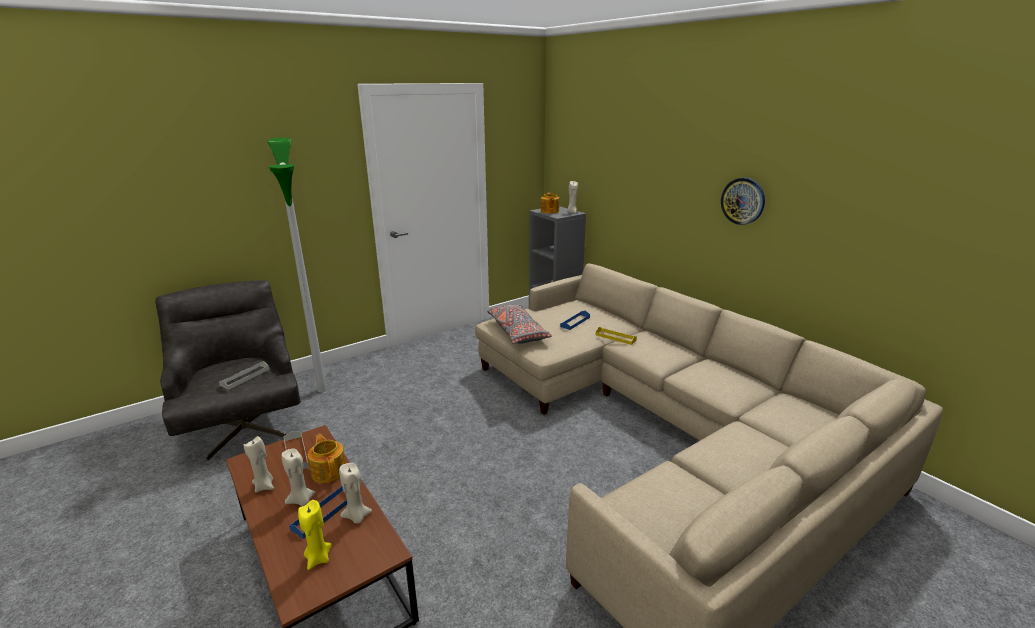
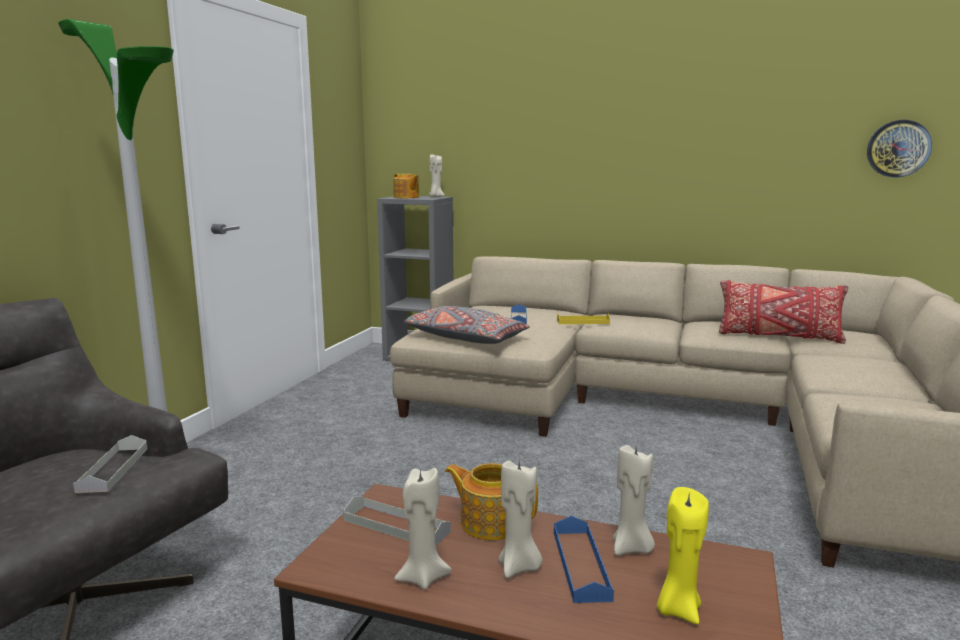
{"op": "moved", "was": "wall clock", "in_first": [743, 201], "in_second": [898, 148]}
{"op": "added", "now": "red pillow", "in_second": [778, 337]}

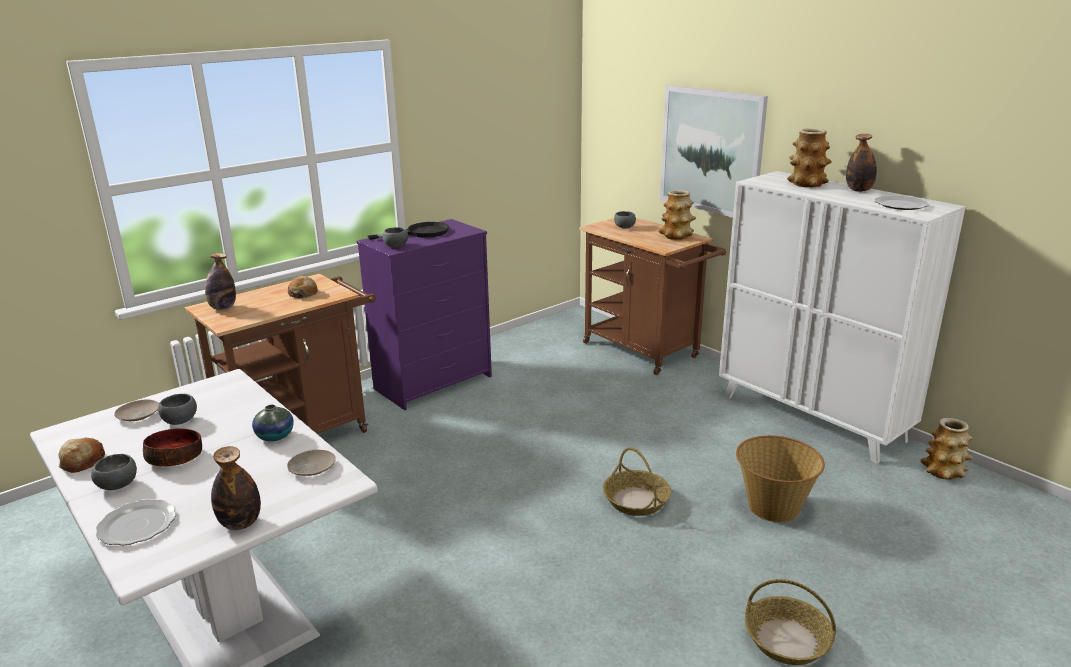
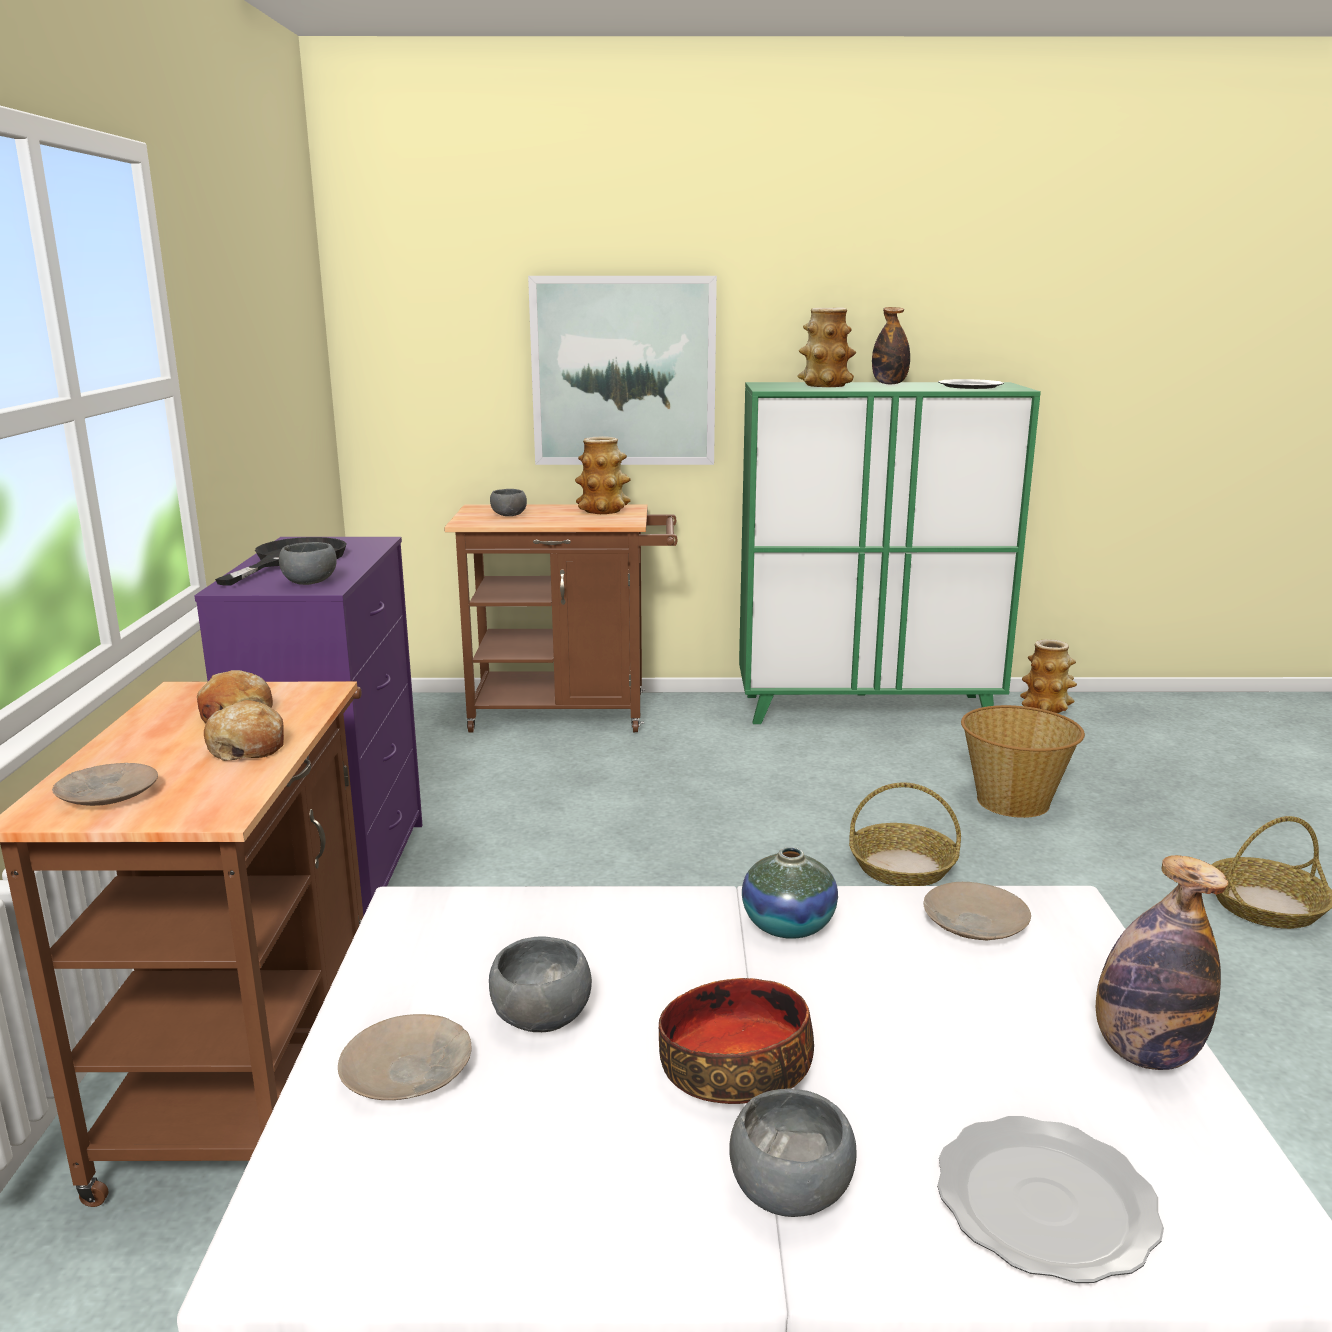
{"op": "recoloured", "was": "white cabinet", "now": "green cabinet", "in_first": [812, 418], "in_second": [868, 709]}
{"op": "replaced", "was": "bottle", "now": "beige plate", "in_first": [223, 308], "in_second": [107, 795]}
{"op": "moved", "was": "bread", "in_first": [82, 461], "in_second": [247, 747]}

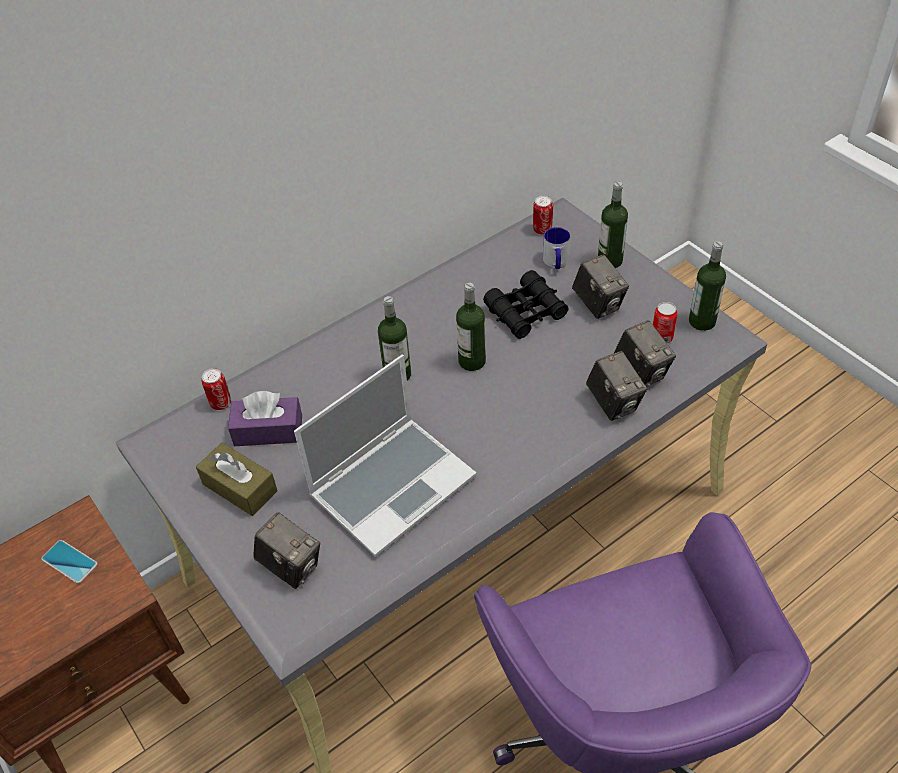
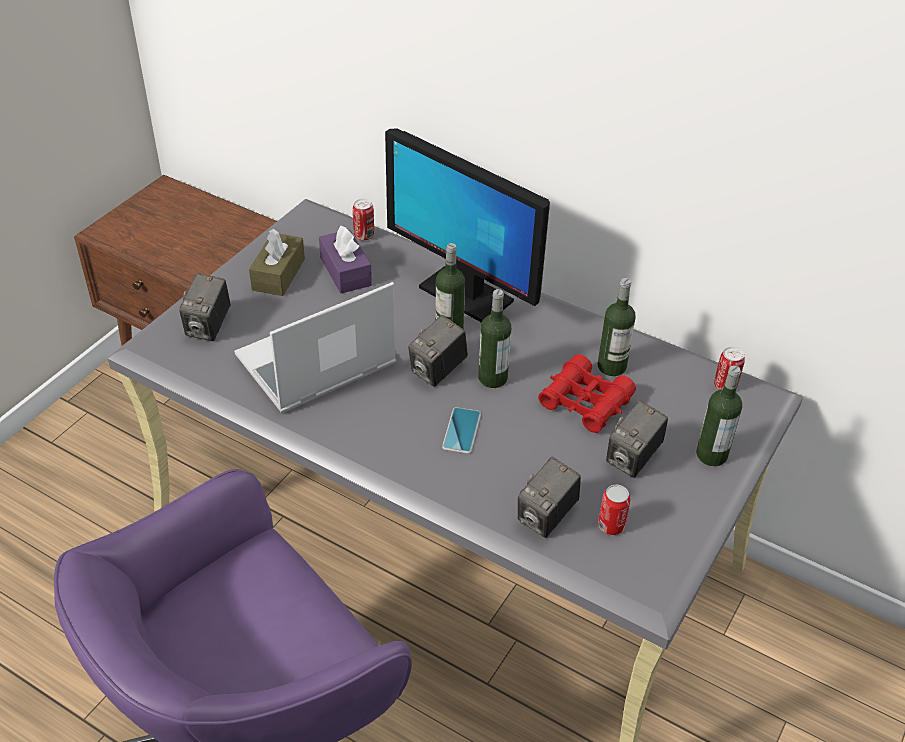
{"op": "removed", "was": "mug", "in_first": [556, 263]}
{"op": "moved", "was": "bottle", "in_first": [702, 321], "in_second": [611, 366]}
{"op": "recoloured", "was": "black binoculars", "now": "red binoculars", "in_first": [526, 312], "in_second": [585, 402]}
{"op": "moved", "was": "photo camera", "in_first": [613, 403], "in_second": [438, 371]}
{"op": "turned", "was": "laptop", "in_first": [393, 485], "in_second": [315, 364], "clockwise": 120}
{"op": "moved", "was": "phone", "in_first": [69, 562], "in_second": [461, 431]}
{"op": "added", "now": "monitor", "in_second": [465, 294]}

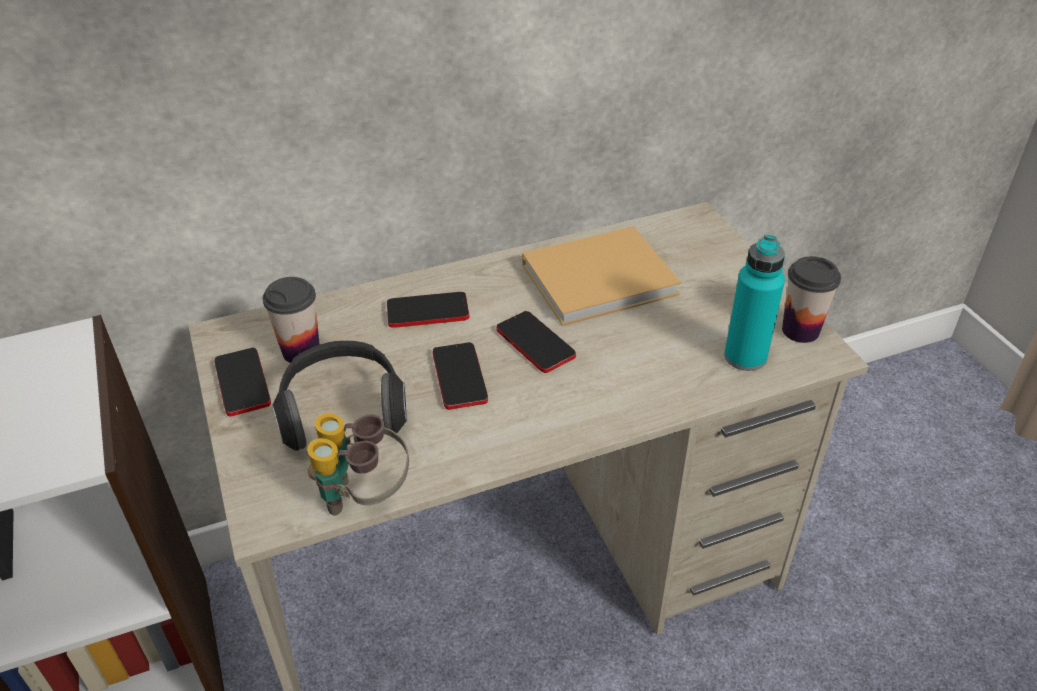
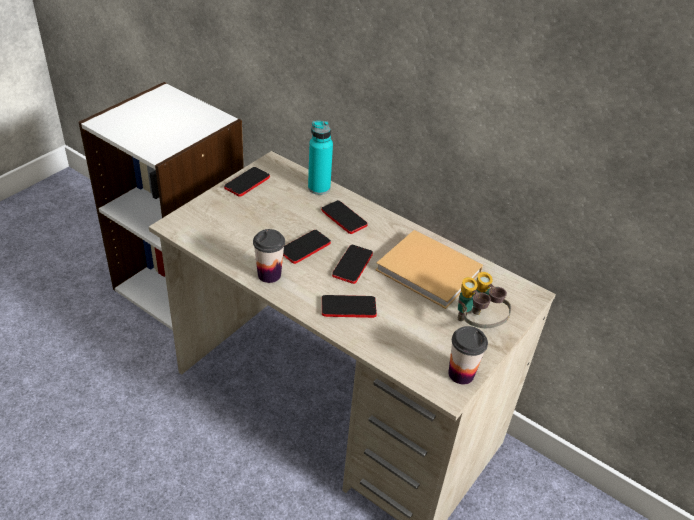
{"op": "moved", "was": "turquoise bottle", "in_first": [745, 357], "in_second": [319, 188]}
{"op": "moved", "was": "cup", "in_first": [301, 351], "in_second": [269, 275]}
{"op": "removed", "was": "headphones", "in_first": [342, 410]}
{"op": "moved", "was": "binoculars", "in_first": [363, 497], "in_second": [476, 325]}
{"op": "added", "now": "phone", "in_second": [348, 307]}

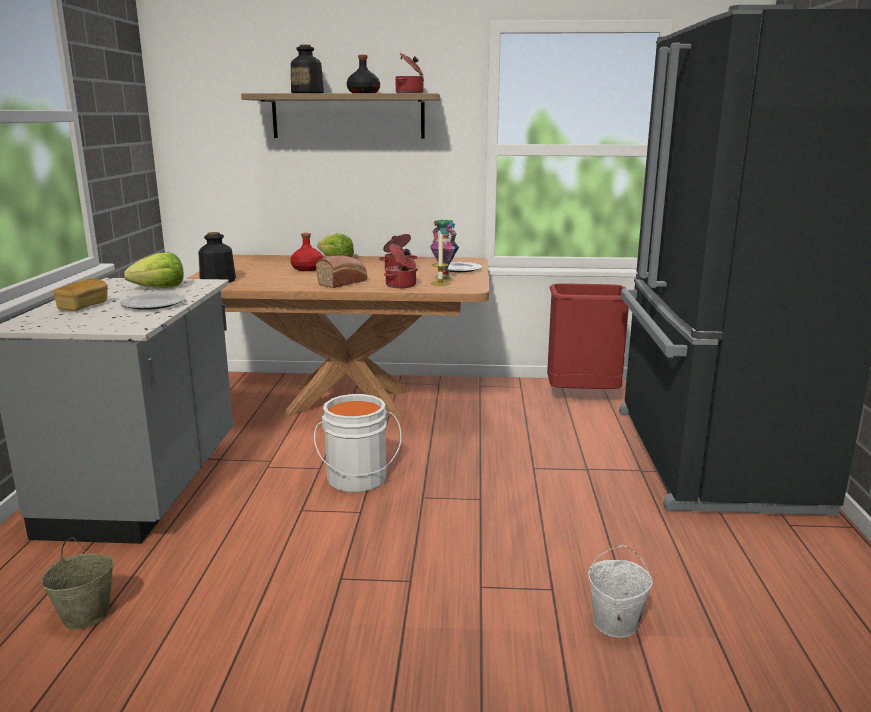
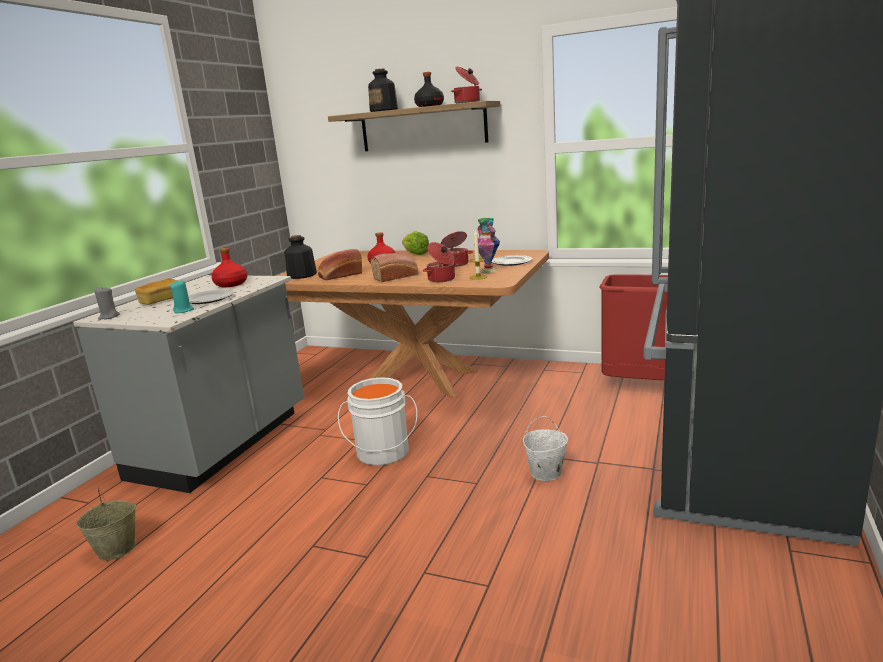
{"op": "replaced", "was": "lettuce", "now": "red bottle", "in_first": [160, 288], "in_second": [231, 284]}
{"op": "moved", "was": "white bucket", "in_first": [615, 623], "in_second": [545, 473]}
{"op": "added", "now": "bread", "in_second": [340, 275]}
{"op": "added", "now": "turquoise candle", "in_second": [184, 311]}
{"op": "added", "now": "grey candle", "in_second": [109, 317]}

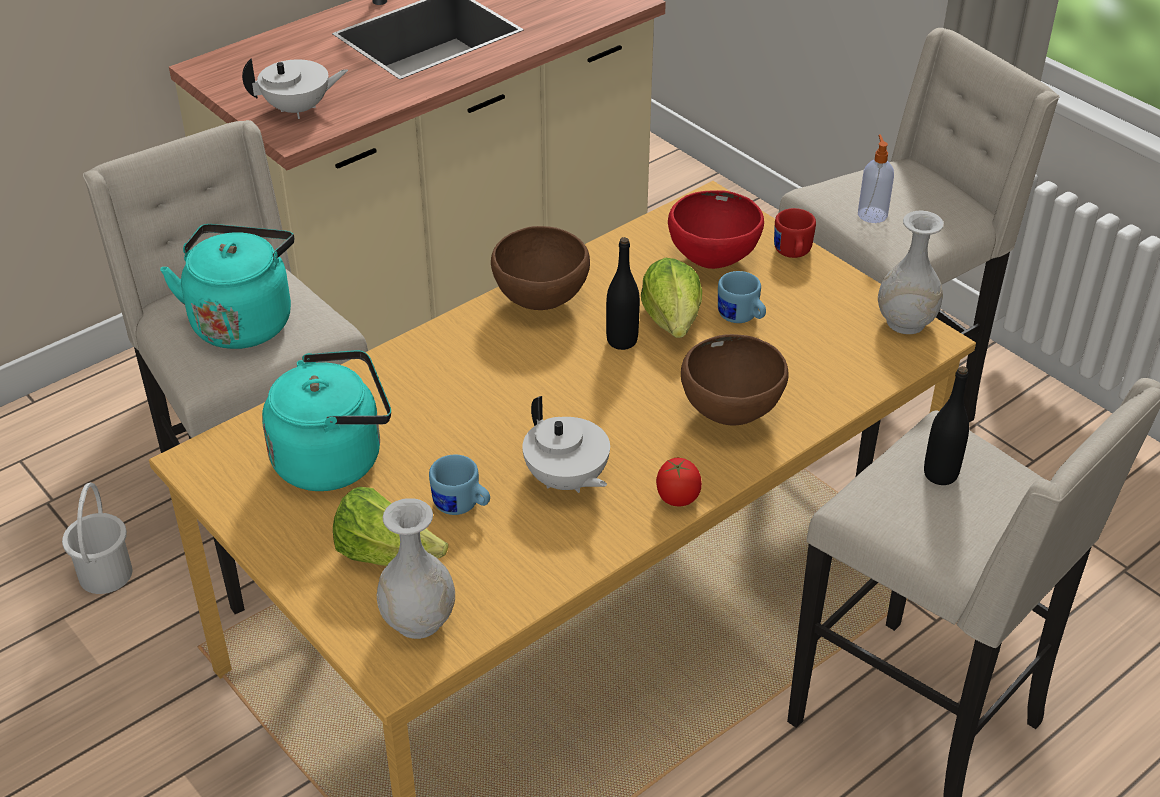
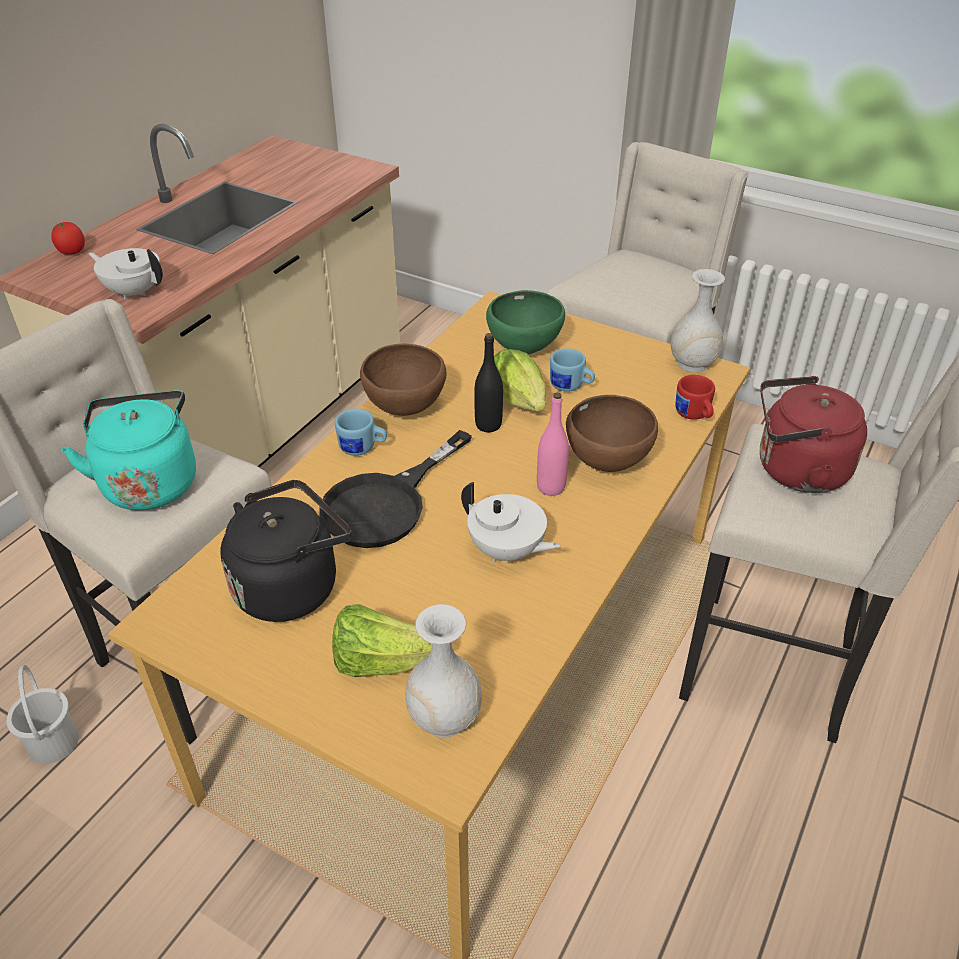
{"op": "turned", "was": "white teapot", "in_first": [298, 109], "in_second": [134, 292], "clockwise": -120}
{"op": "removed", "was": "soap dispenser", "in_first": [872, 214]}
{"op": "recoloured", "was": "red bowl", "now": "green bowl", "in_first": [713, 261], "in_second": [524, 349]}
{"op": "moved", "was": "red mug", "in_first": [792, 254], "in_second": [694, 415]}
{"op": "recoloured", "was": "turquoise kettle", "now": "black kettle", "in_first": [334, 458], "in_second": [291, 585]}
{"op": "replaced", "was": "black bottle", "now": "red kettle", "in_first": [940, 474], "in_second": [795, 470]}
{"op": "moved", "was": "blue mug", "in_first": [462, 506], "in_second": [363, 448]}
{"op": "moved", "was": "tomato", "in_first": [677, 498], "in_second": [72, 252]}
{"op": "added", "now": "pink bottle", "in_second": [551, 487]}
{"op": "added", "now": "black frying pan", "in_second": [386, 503]}

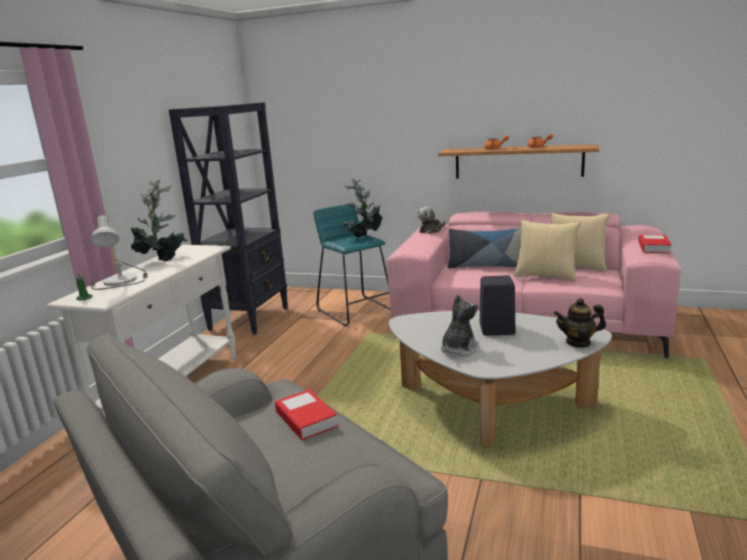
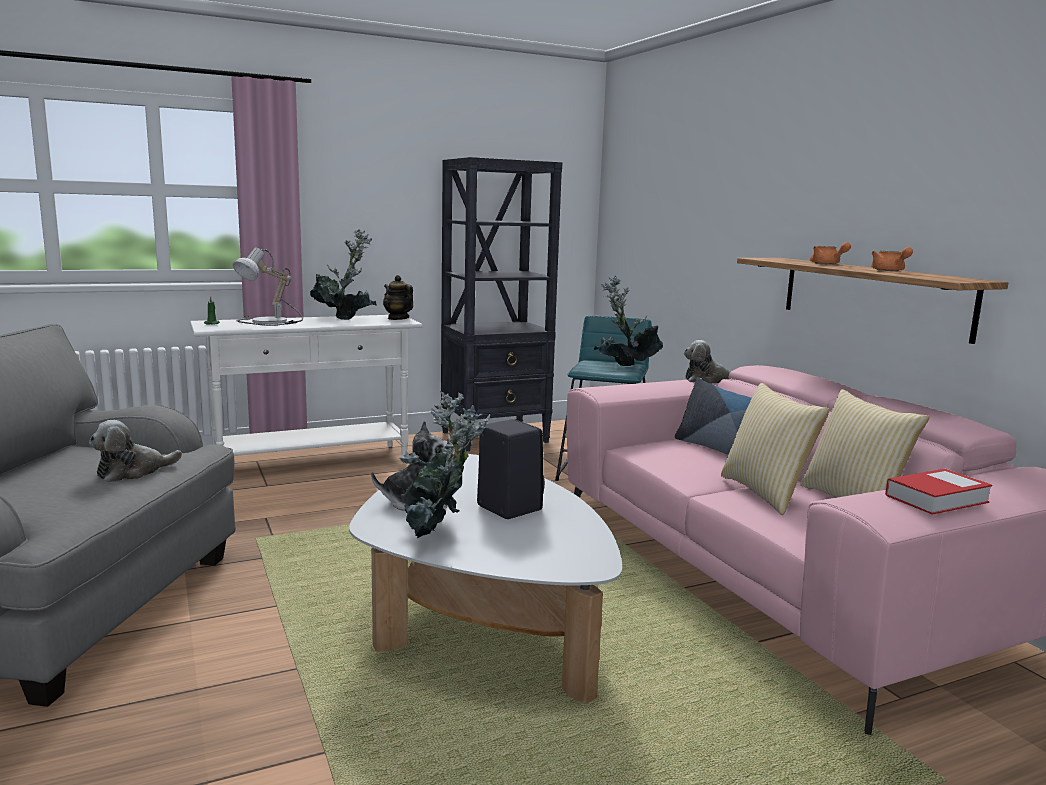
{"op": "moved", "was": "teapot", "in_first": [578, 342], "in_second": [398, 318]}
{"op": "replaced", "was": "book", "now": "plush toy", "in_first": [306, 419], "in_second": [133, 472]}
{"op": "added", "now": "potted plant", "in_second": [437, 536]}

